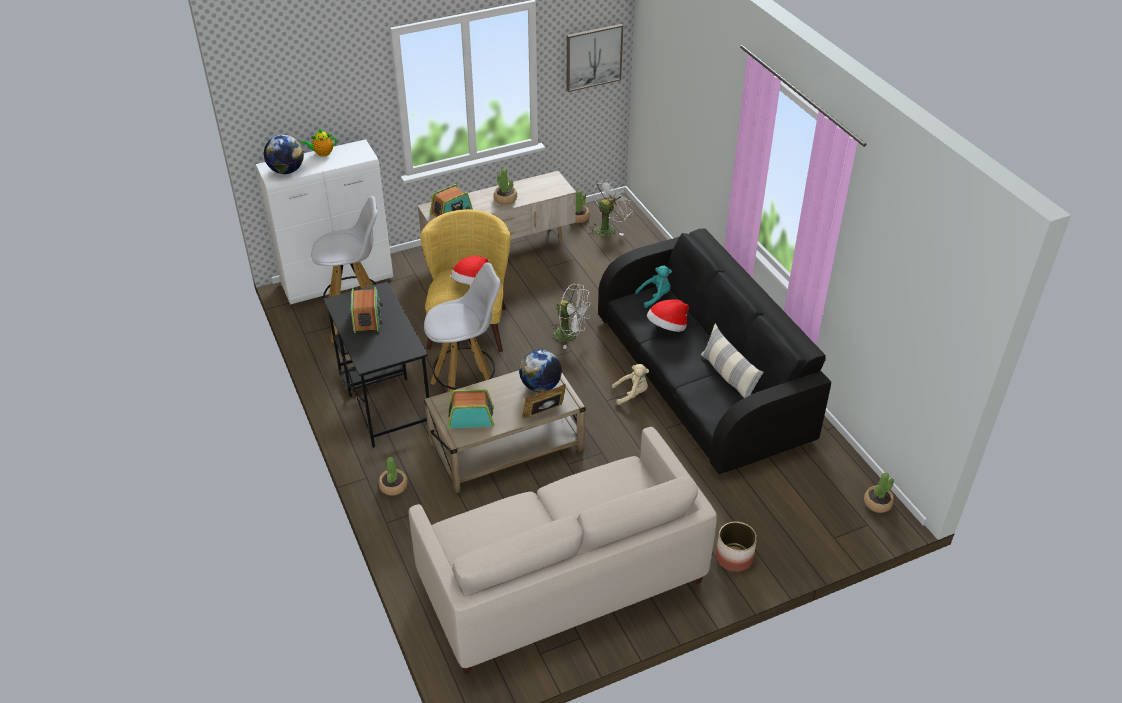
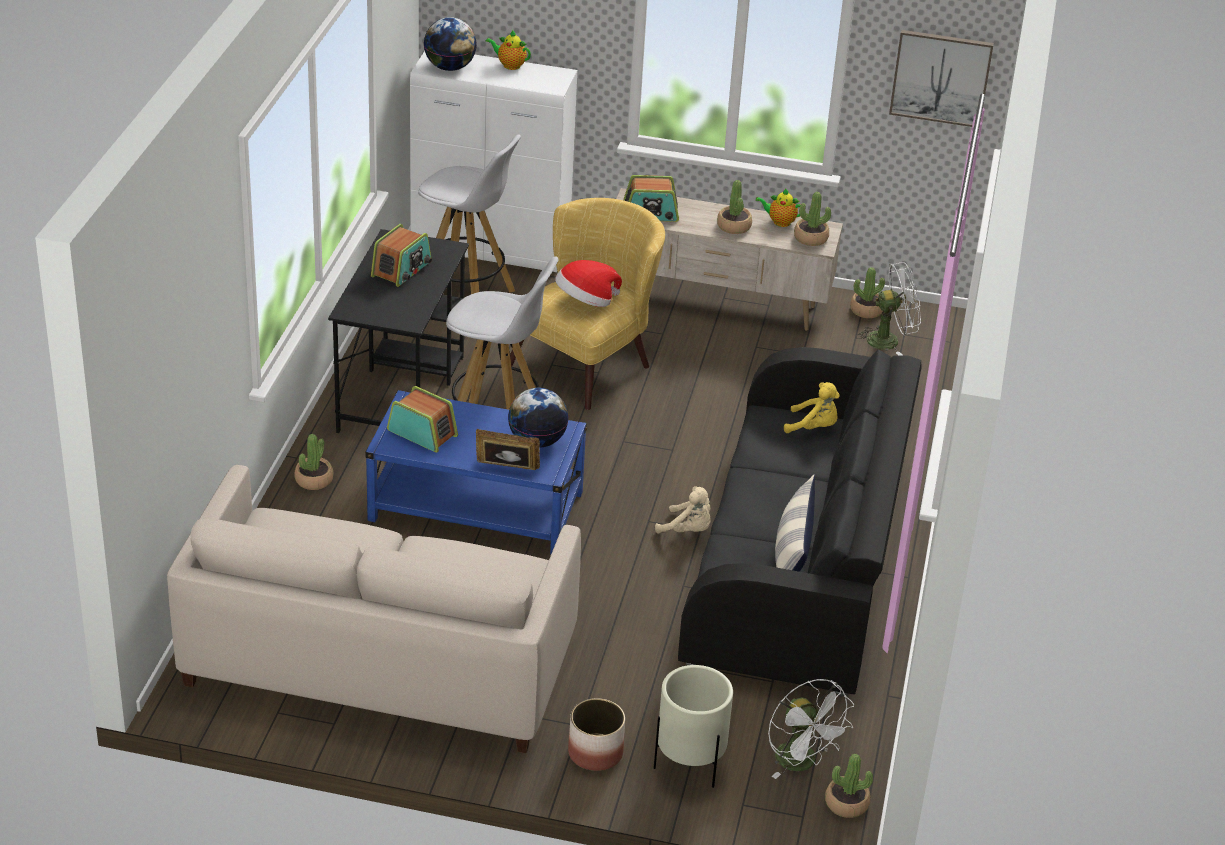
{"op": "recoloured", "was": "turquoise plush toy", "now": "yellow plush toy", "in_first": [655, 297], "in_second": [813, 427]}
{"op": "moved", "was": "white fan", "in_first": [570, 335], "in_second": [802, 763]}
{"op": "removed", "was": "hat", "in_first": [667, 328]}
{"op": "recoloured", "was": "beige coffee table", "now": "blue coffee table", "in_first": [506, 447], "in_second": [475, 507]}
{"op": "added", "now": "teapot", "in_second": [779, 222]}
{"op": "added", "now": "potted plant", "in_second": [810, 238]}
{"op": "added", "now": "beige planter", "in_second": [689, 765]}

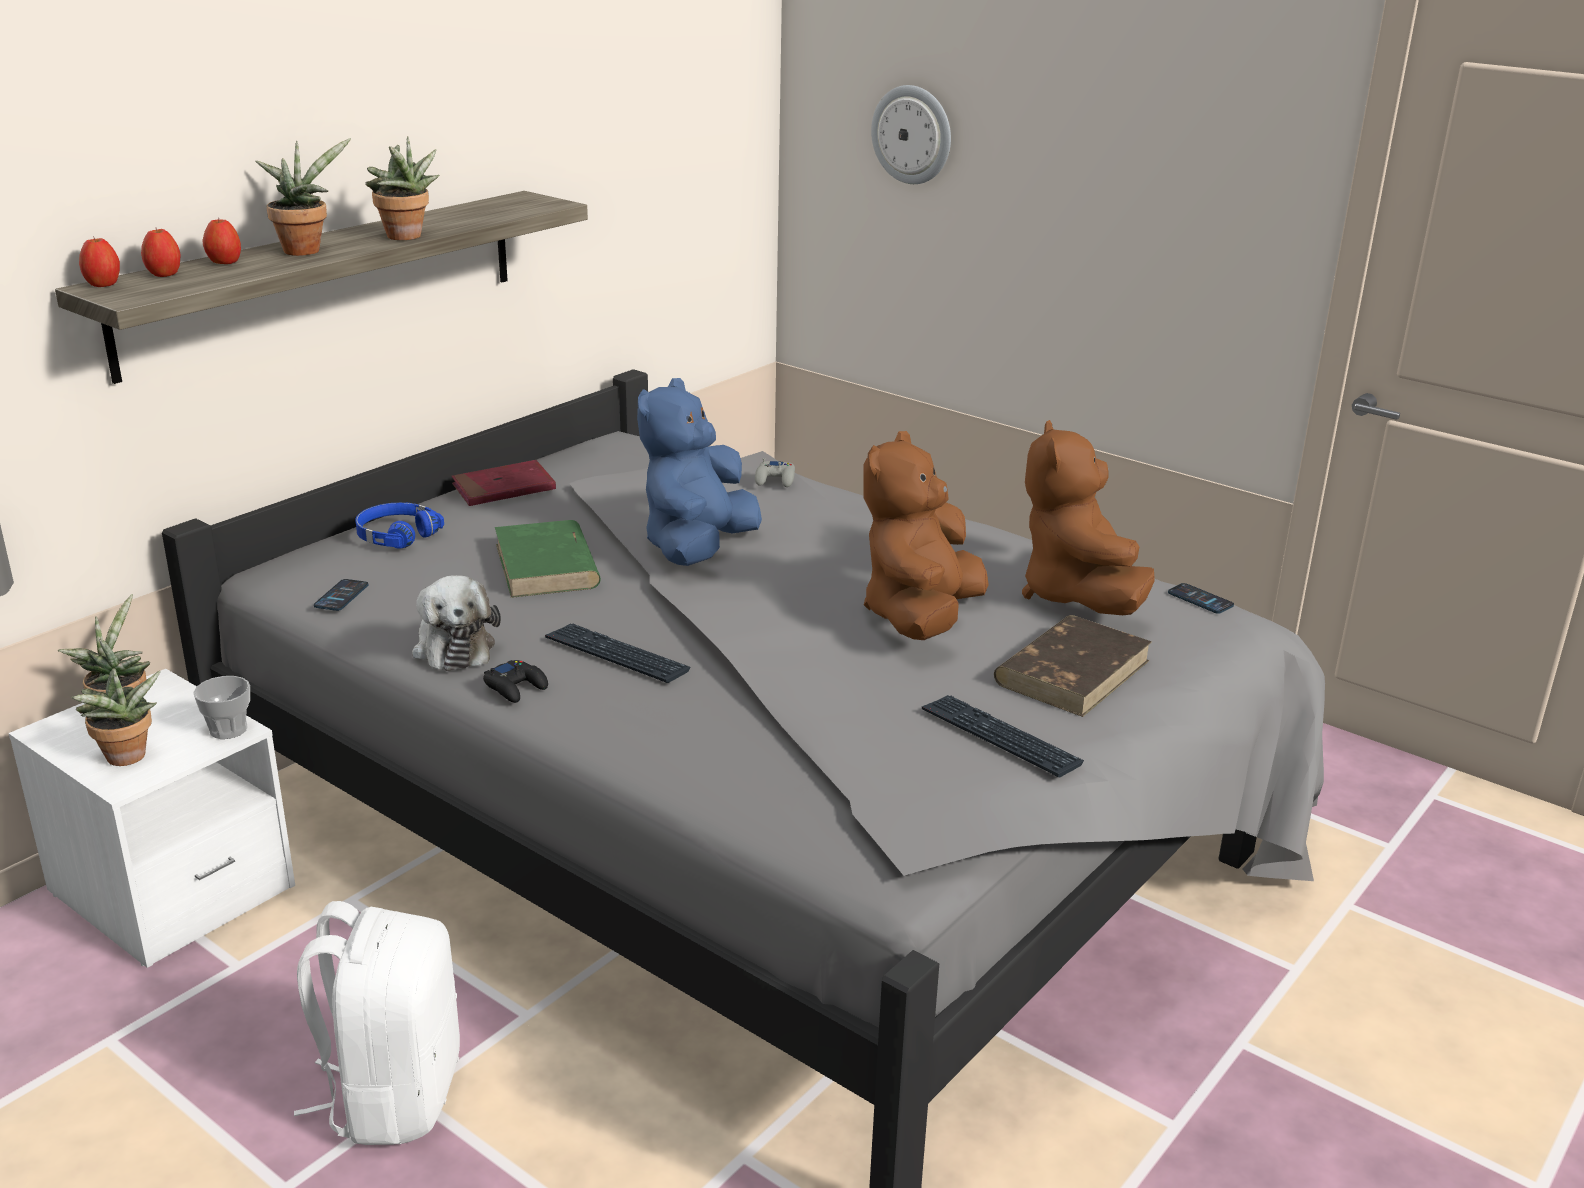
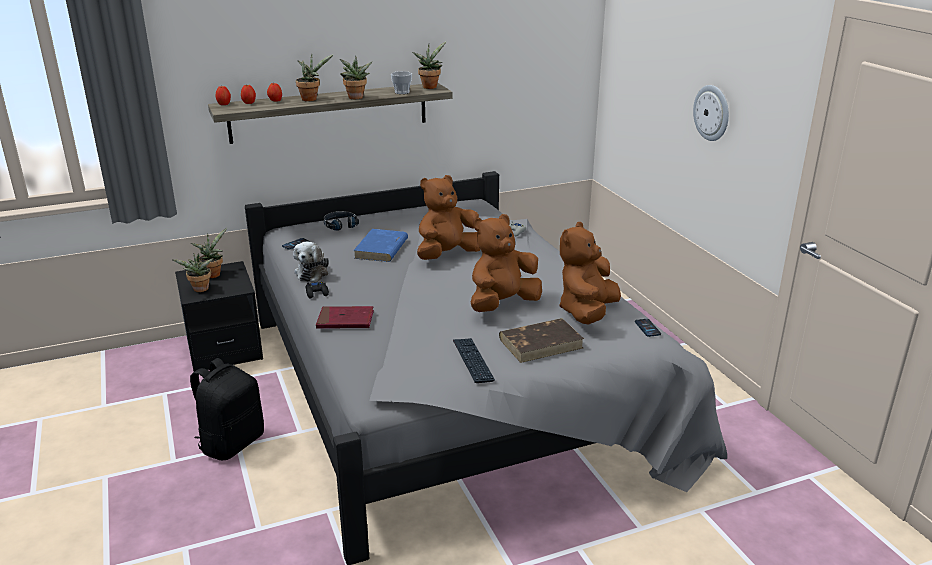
{"op": "moved", "was": "wall clock", "in_first": [912, 134], "in_second": [712, 113]}
{"op": "recoloured", "was": "blue plush toy", "now": "brown plush toy", "in_first": [697, 549], "in_second": [447, 255]}
{"op": "moved", "was": "red book", "in_first": [504, 488], "in_second": [345, 320]}
{"op": "recoloured", "was": "blue headphones", "now": "black headphones", "in_first": [396, 535], "in_second": [340, 225]}
{"op": "recoloured", "was": "green book", "now": "blue book", "in_first": [547, 566], "in_second": [381, 249]}
{"op": "removed", "was": "keyboard", "in_first": [616, 655]}
{"op": "recoloured", "was": "white nightstand", "now": "black nightstand", "in_first": [172, 890], "in_second": [224, 349]}
{"op": "moved", "was": "cup", "in_first": [228, 729], "in_second": [402, 92]}
{"op": "recoloured", "was": "white backpack", "now": "black backpack", "in_first": [392, 1095], "in_second": [232, 443]}
{"op": "added", "now": "potted plant", "in_second": [430, 86]}

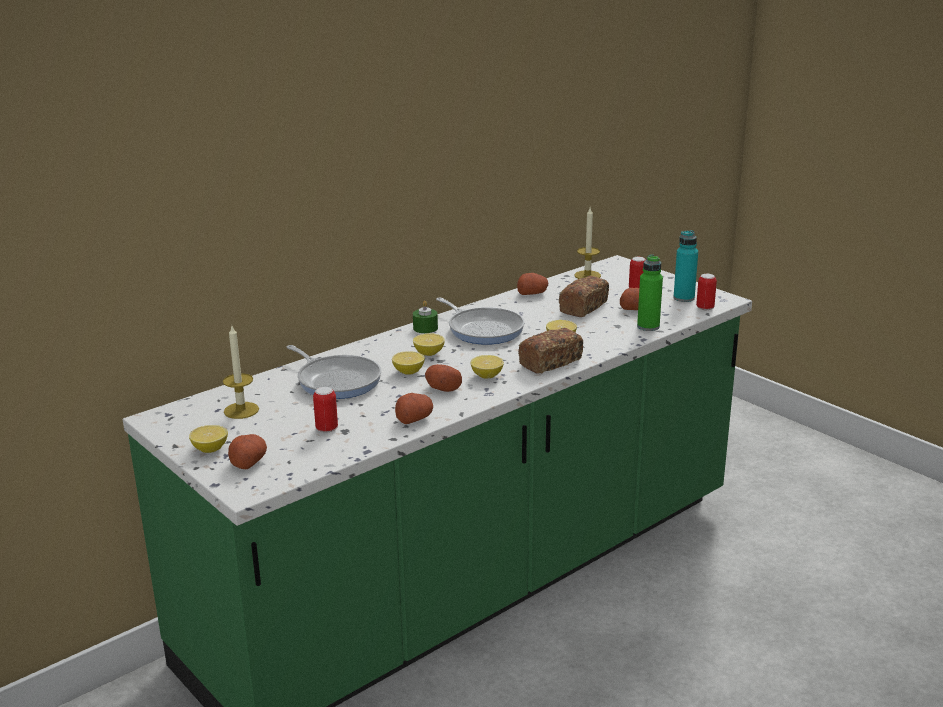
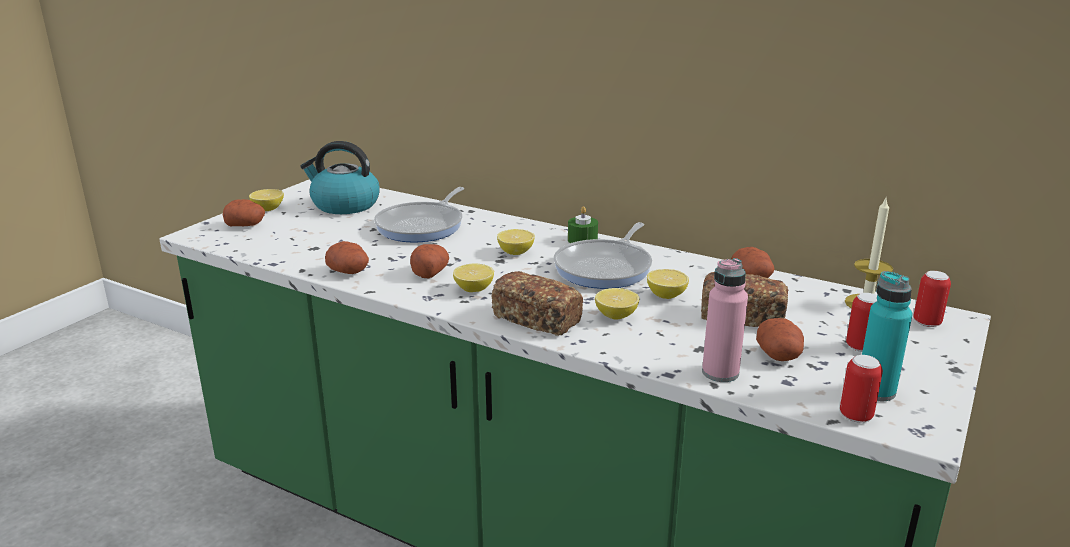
{"op": "recoloured", "was": "green bottle", "now": "pink bottle", "in_first": [648, 326], "in_second": [720, 373]}
{"op": "replaced", "was": "candle", "now": "kettle", "in_first": [241, 410], "in_second": [344, 205]}
{"op": "moved", "was": "lemon", "in_first": [408, 372], "in_second": [666, 295]}
{"op": "moved", "was": "can", "in_first": [326, 429], "in_second": [927, 322]}

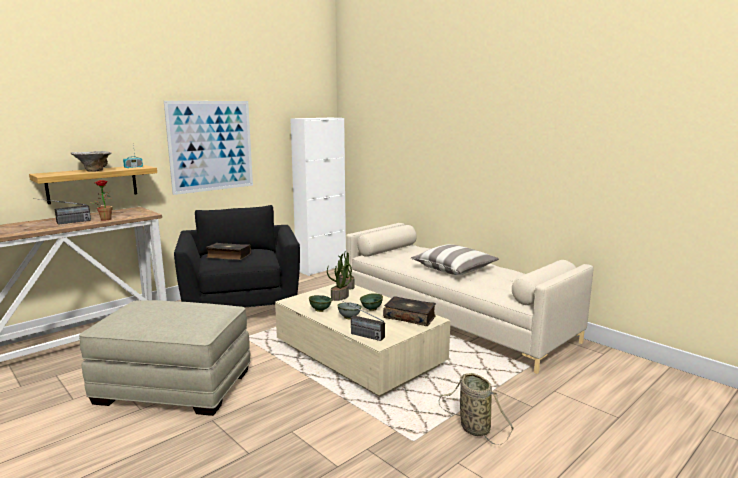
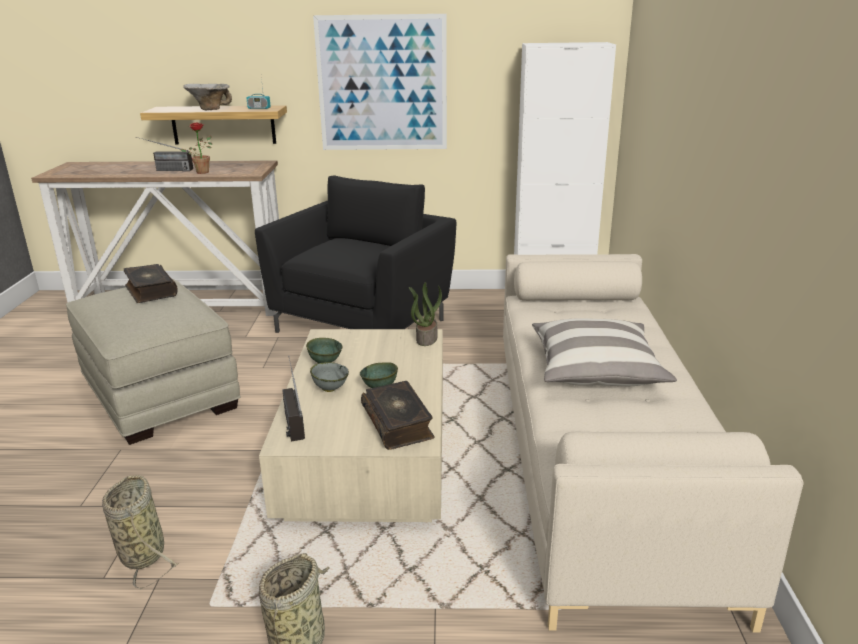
{"op": "moved", "was": "book", "in_first": [228, 256], "in_second": [150, 291]}
{"op": "removed", "was": "potted plant", "in_first": [339, 297]}
{"op": "added", "now": "basket", "in_second": [142, 552]}

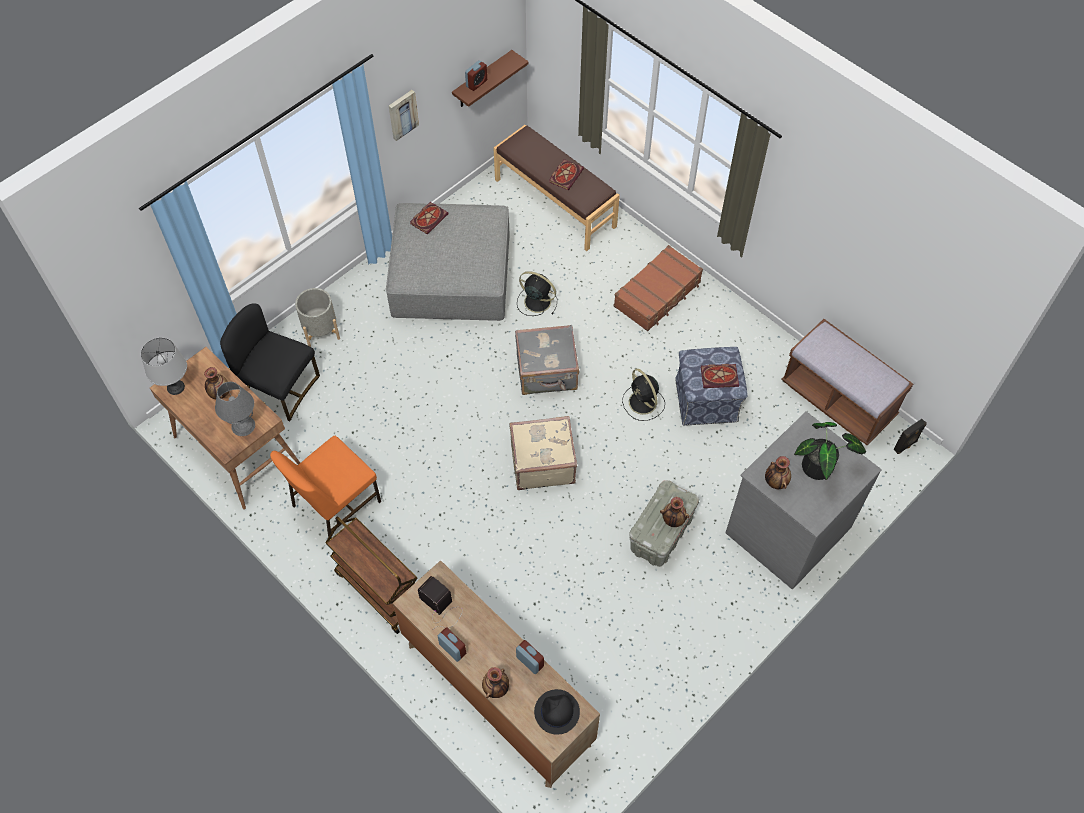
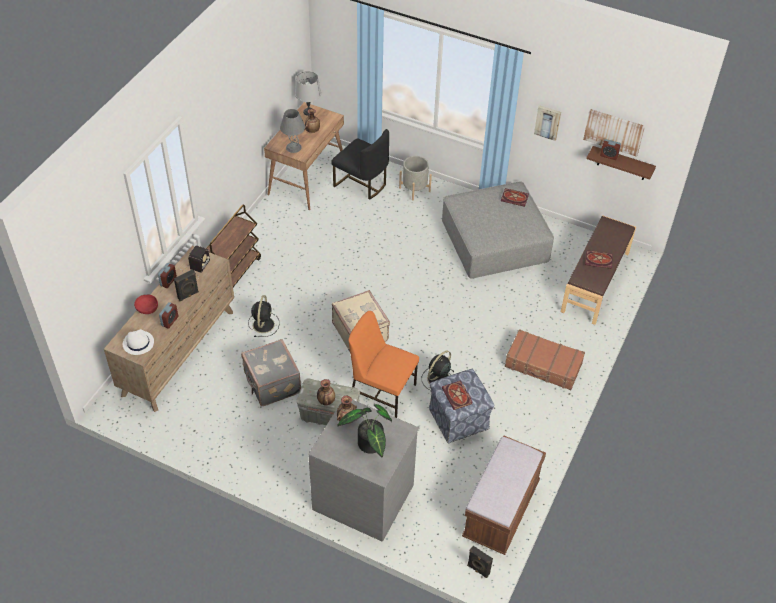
{"op": "moved", "was": "black fan", "in_first": [536, 301], "in_second": [263, 324]}
{"op": "turned", "was": "black chair", "in_first": [279, 387], "in_second": [361, 184], "clockwise": 120}
{"op": "moved", "was": "grey suitcase", "in_first": [547, 373], "in_second": [271, 384]}
{"op": "moved", "was": "orange chair", "in_first": [335, 504], "in_second": [382, 390]}
{"op": "replaced", "was": "vase", "now": "red bowl", "in_first": [496, 688], "in_second": [147, 309]}
{"op": "recoloured", "was": "black hat", "now": "white hat", "in_first": [556, 712], "in_second": [138, 343]}
{"op": "added", "now": "picture", "in_second": [614, 131]}
{"op": "added", "now": "black speaker", "in_second": [188, 295]}

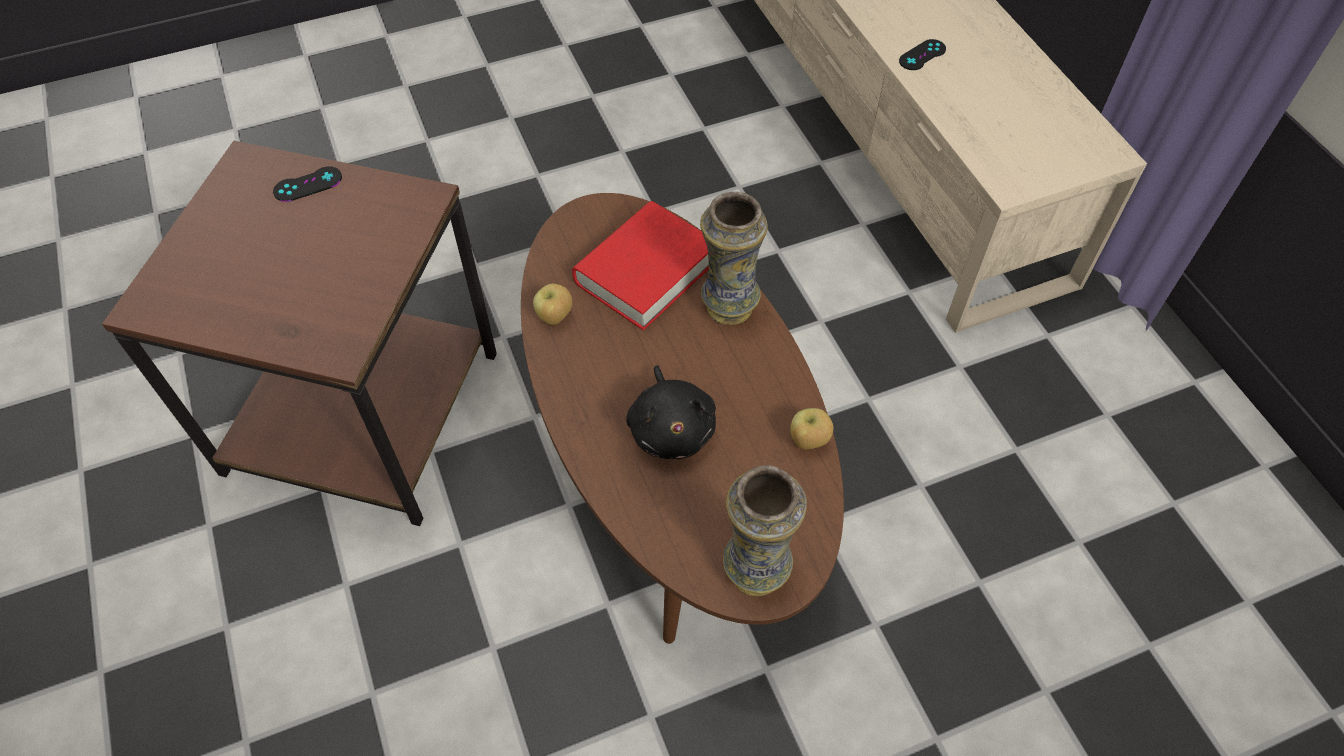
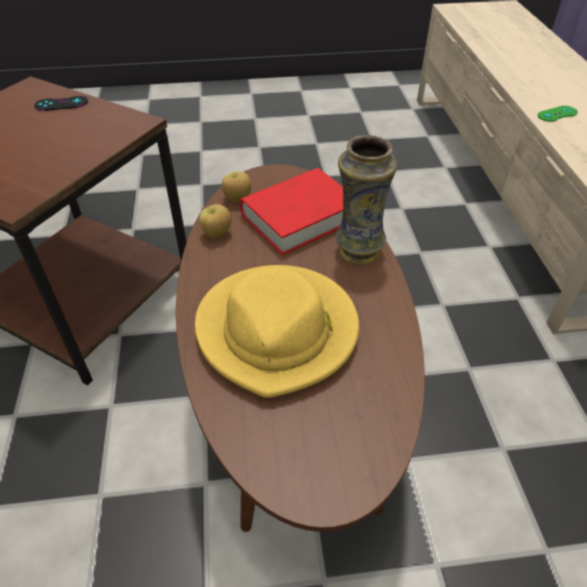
{"op": "recoloured", "was": "black game controller", "now": "green game controller", "in_first": [922, 55], "in_second": [557, 114]}
{"op": "replaced", "was": "black plush toy", "now": "yellow hat", "in_first": [671, 428], "in_second": [278, 331]}
{"op": "moved", "was": "apple", "in_first": [808, 441], "in_second": [237, 199]}
{"op": "removed", "was": "vase", "in_first": [755, 569]}

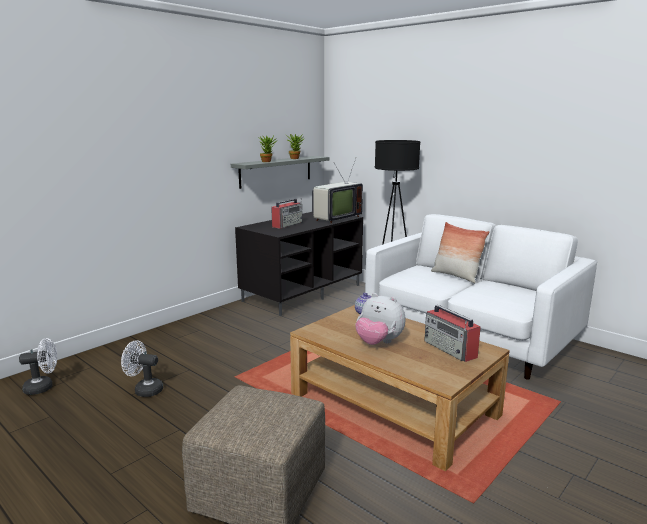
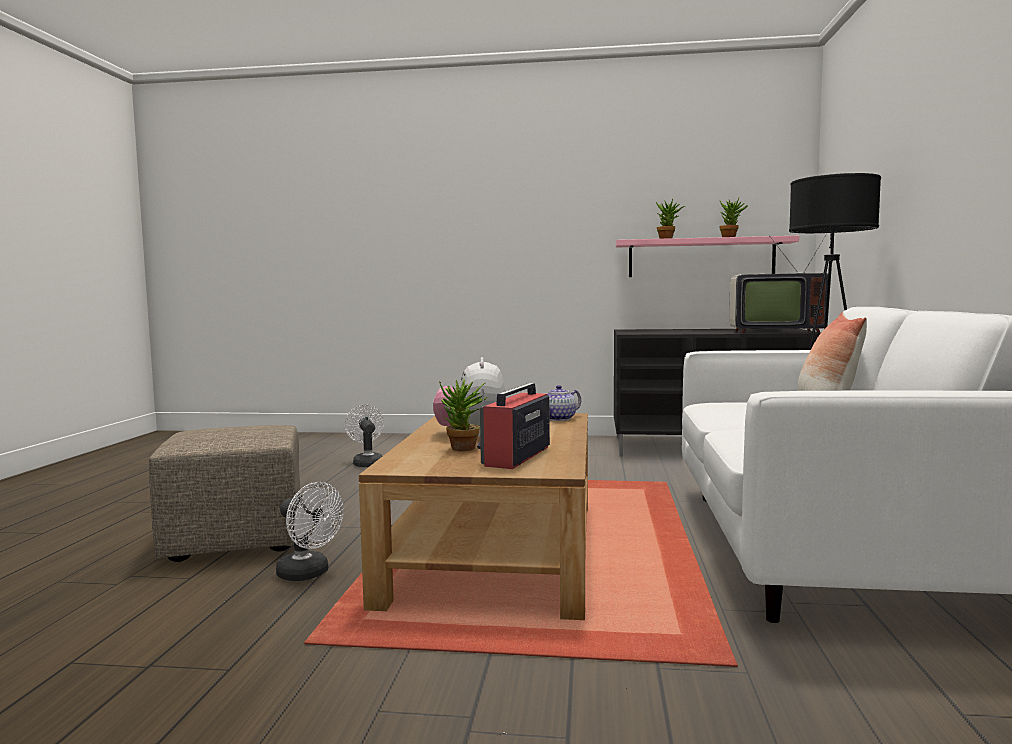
{"op": "recoloured", "was": "grey shelf", "now": "pink shelf", "in_first": [276, 171], "in_second": [701, 258]}
{"op": "removed", "was": "radio", "in_first": [287, 224]}
{"op": "moved", "was": "white fan", "in_first": [43, 387], "in_second": [309, 574]}
{"op": "added", "now": "potted plant", "in_second": [462, 449]}

